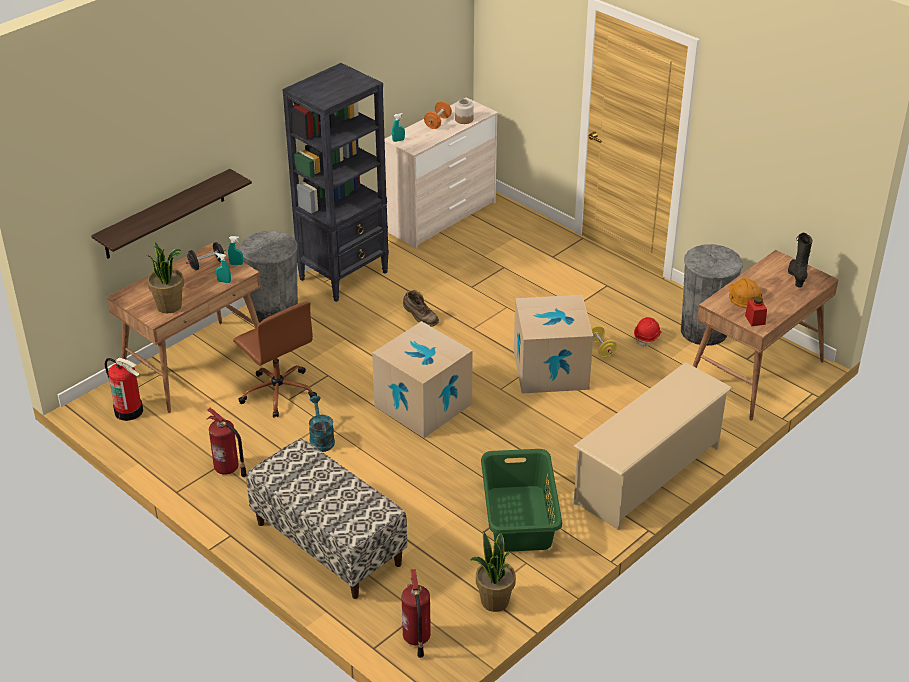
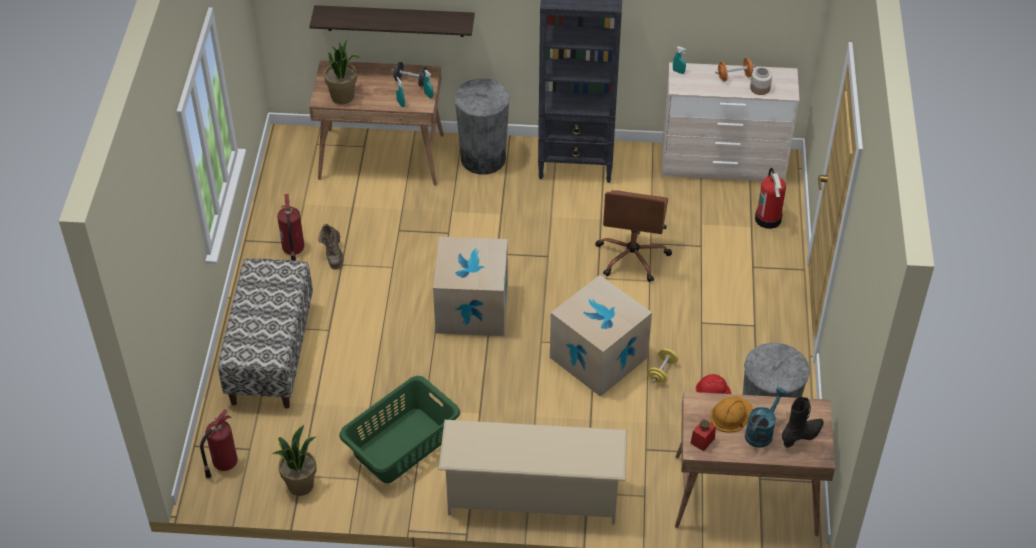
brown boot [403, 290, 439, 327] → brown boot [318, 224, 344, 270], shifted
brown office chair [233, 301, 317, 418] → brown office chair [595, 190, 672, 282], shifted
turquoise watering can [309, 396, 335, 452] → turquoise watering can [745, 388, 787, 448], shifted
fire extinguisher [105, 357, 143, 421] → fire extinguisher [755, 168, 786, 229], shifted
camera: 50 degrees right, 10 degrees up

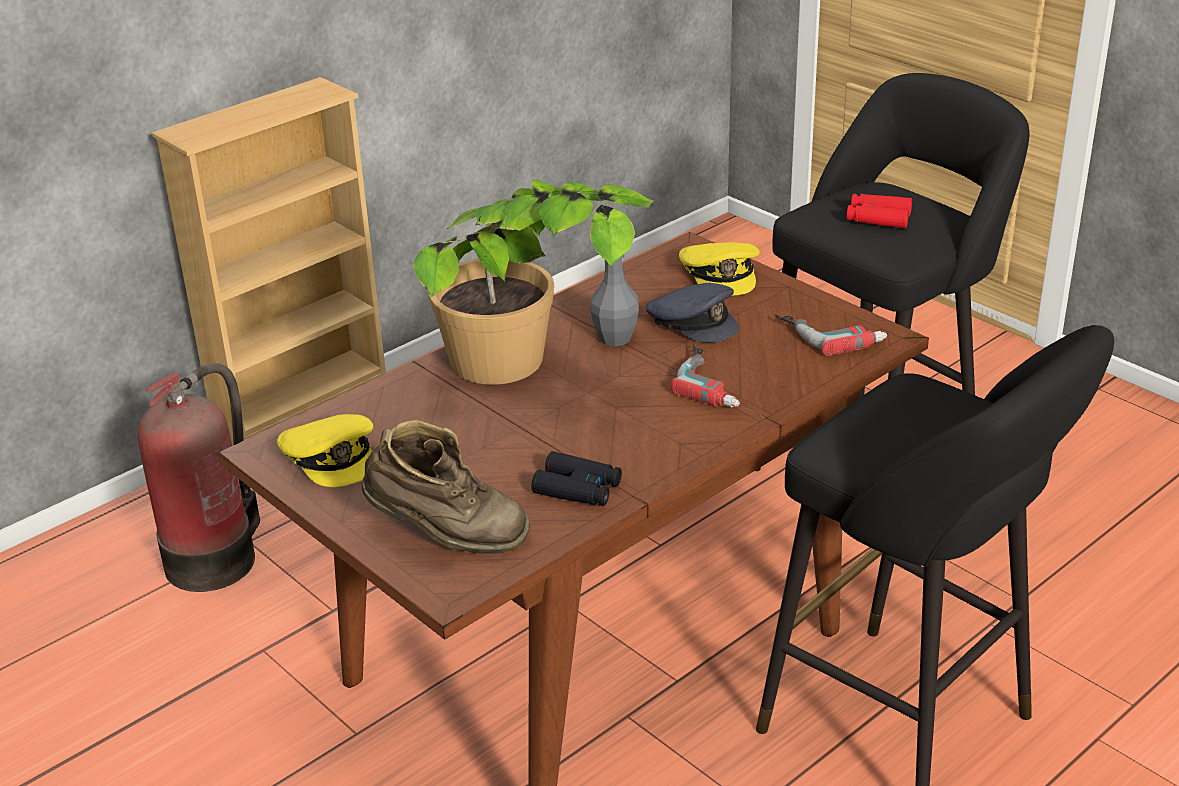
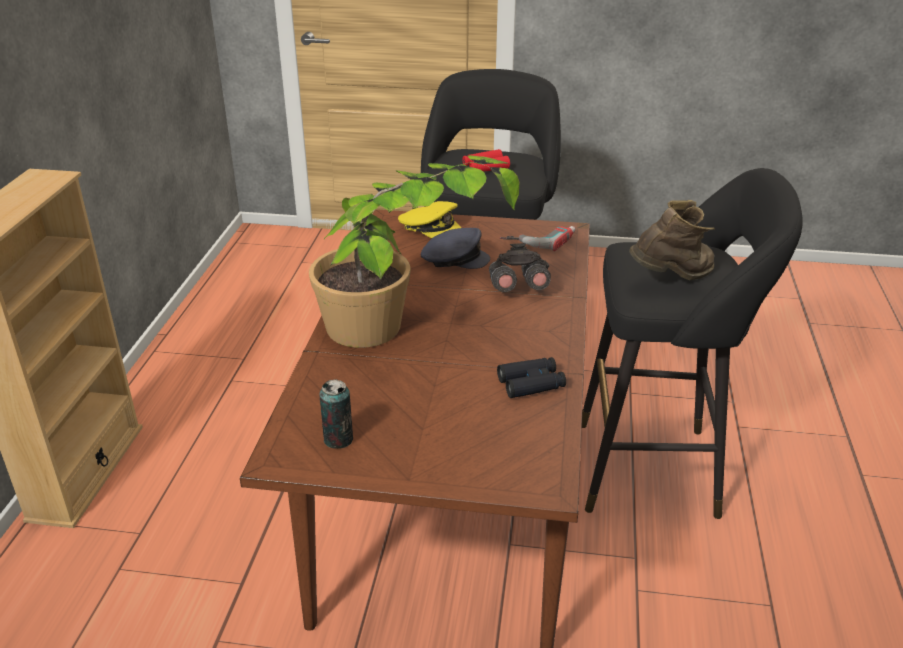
yellow cap [277, 414, 373, 487] → can [319, 379, 353, 449]
power drill [670, 343, 740, 408] → grey binoculars [489, 243, 551, 292]
brown boot [362, 420, 530, 554] → brown boot [629, 200, 715, 280], shifted
fire extinguisher [138, 363, 260, 592] → -
grey bottle [590, 254, 639, 346] → -
camera: 40 degrees left, 0 degrees up

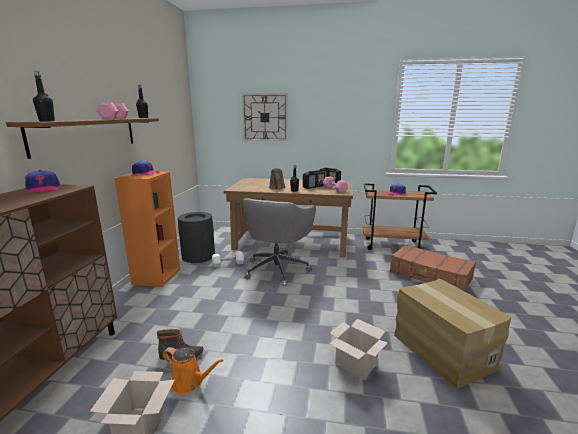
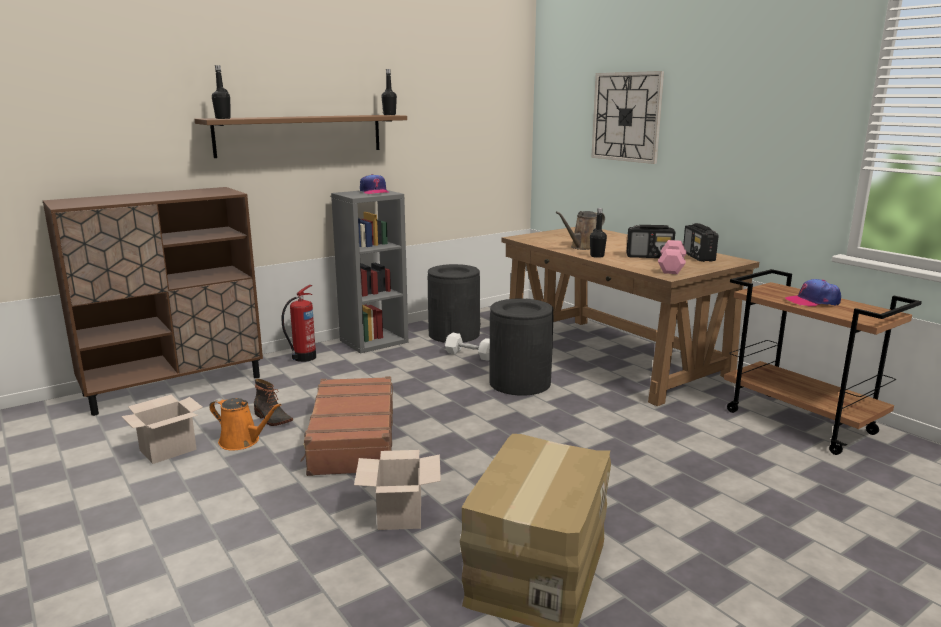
orange watering can [163, 347, 224, 394] → orange watering can [209, 398, 281, 450], 45 degrees counterclockwise
- → fire extinguisher [282, 285, 316, 362]
brown suitcase [390, 244, 476, 291] → brown suitcase [301, 376, 393, 476], shifted
orange bookcase [114, 171, 180, 287] → grey bookcase [331, 190, 408, 354]
grey office chair [242, 198, 316, 286] → black trash can [489, 299, 554, 396]
cap [25, 170, 60, 193] → -
pink dumbbell [97, 102, 129, 119] → -
camera: 45 degrees right, 0 degrees up

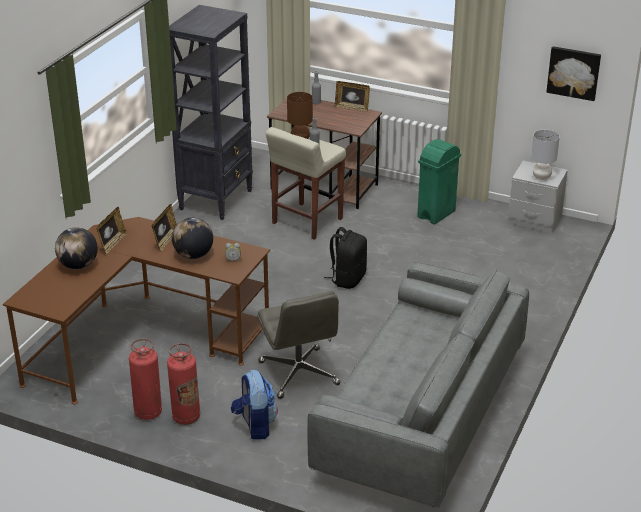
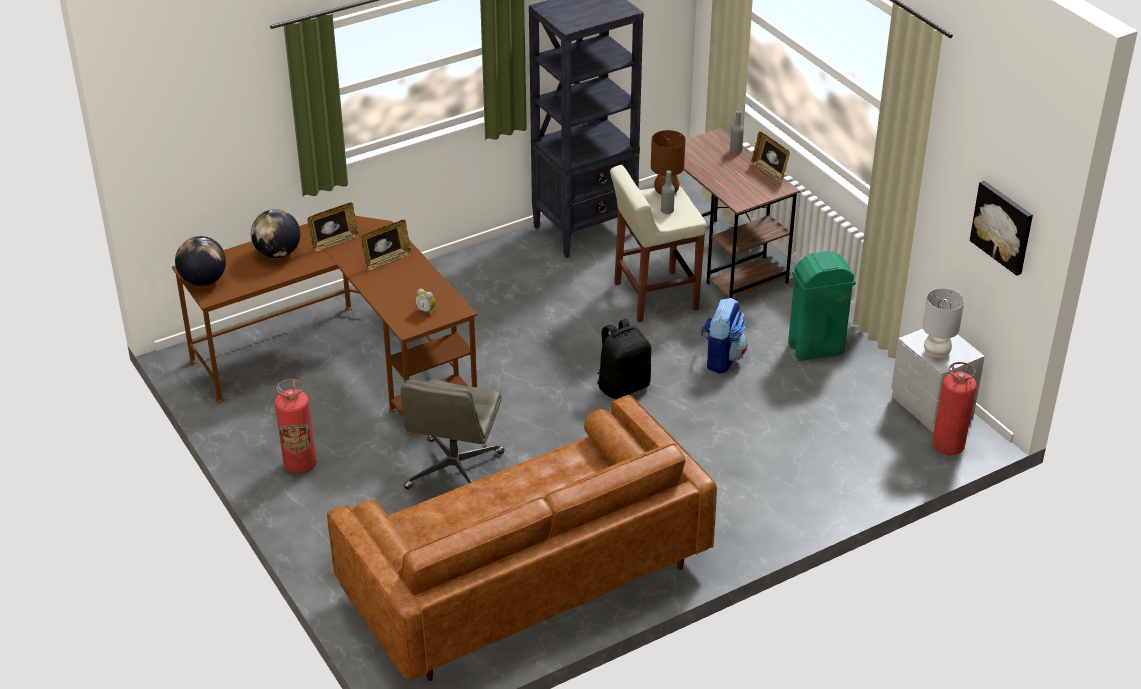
globe [172, 218, 213, 259] → globe [175, 236, 226, 286], shifted
grey sofa [307, 262, 529, 508] → brown sofa [327, 395, 717, 681]
backpack [231, 370, 278, 440] → backpack [701, 298, 748, 374], shifted
fire extinguisher [129, 339, 162, 420] → fire extinguisher [932, 362, 977, 455], shifted
camera: 35 degrees right, 5 degrees up

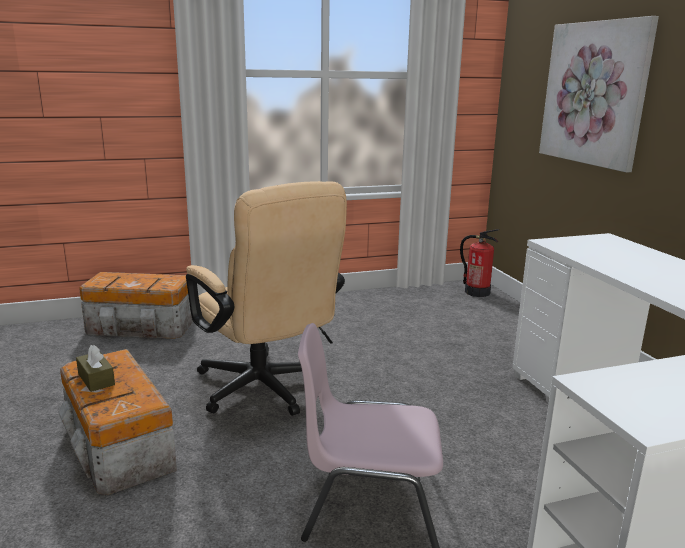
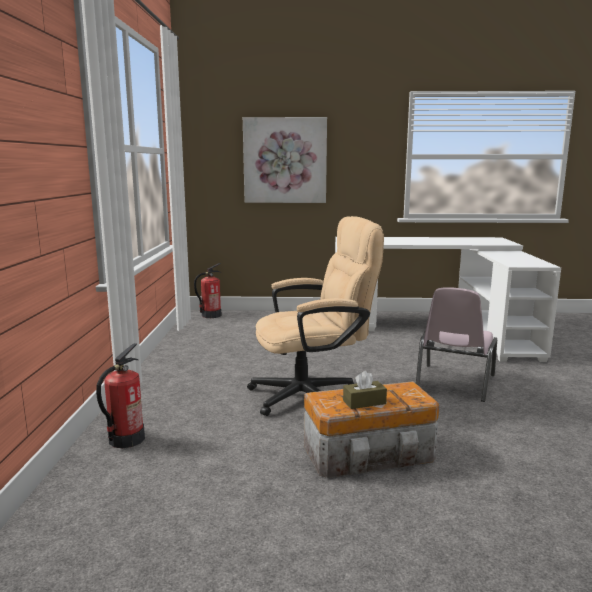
storage box [79, 272, 193, 339] → fire extinguisher [96, 343, 145, 448]
camera: 70 degrees left, 5 degrees down

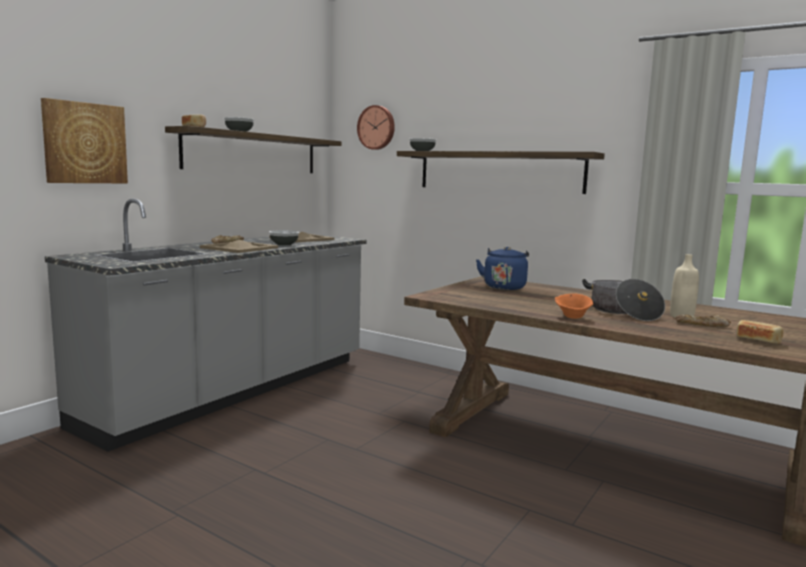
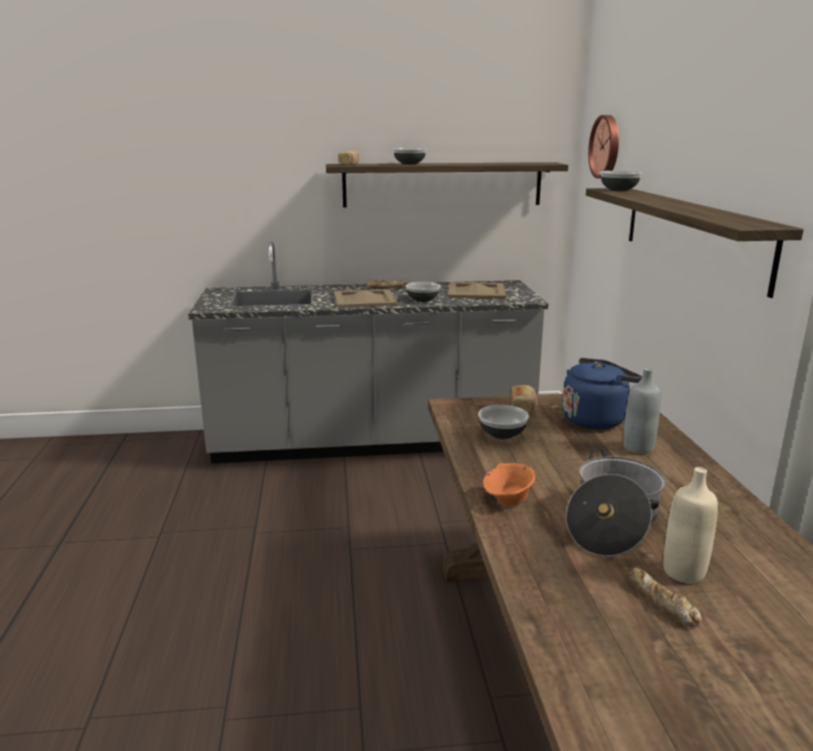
- → bowl [478, 405, 529, 439]
bread [736, 320, 784, 344] → bread [511, 385, 537, 413], shifted
- → grey bottle [623, 368, 661, 454]
picture [41, 98, 128, 183] → -
camera: 50 degrees right, 10 degrees up

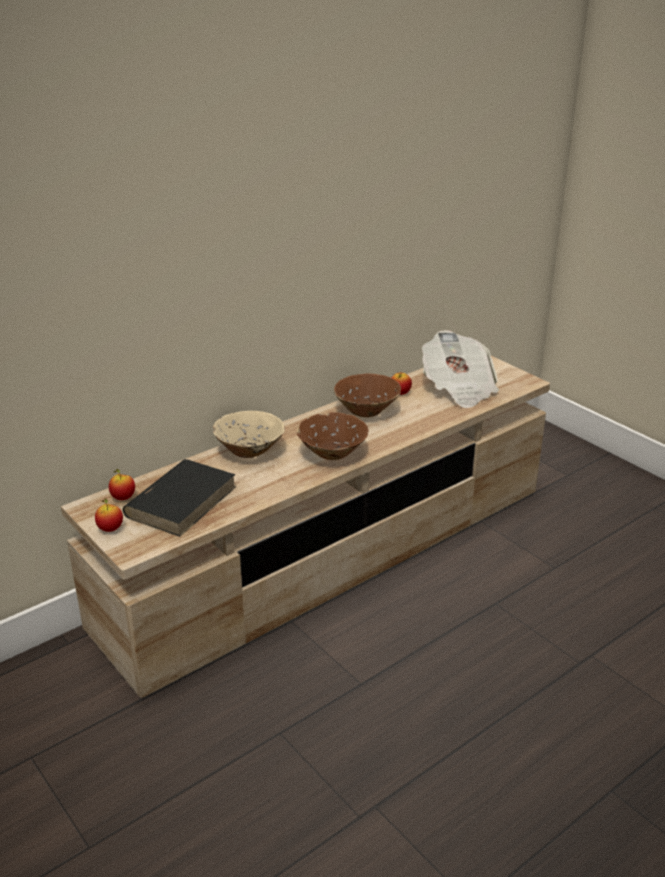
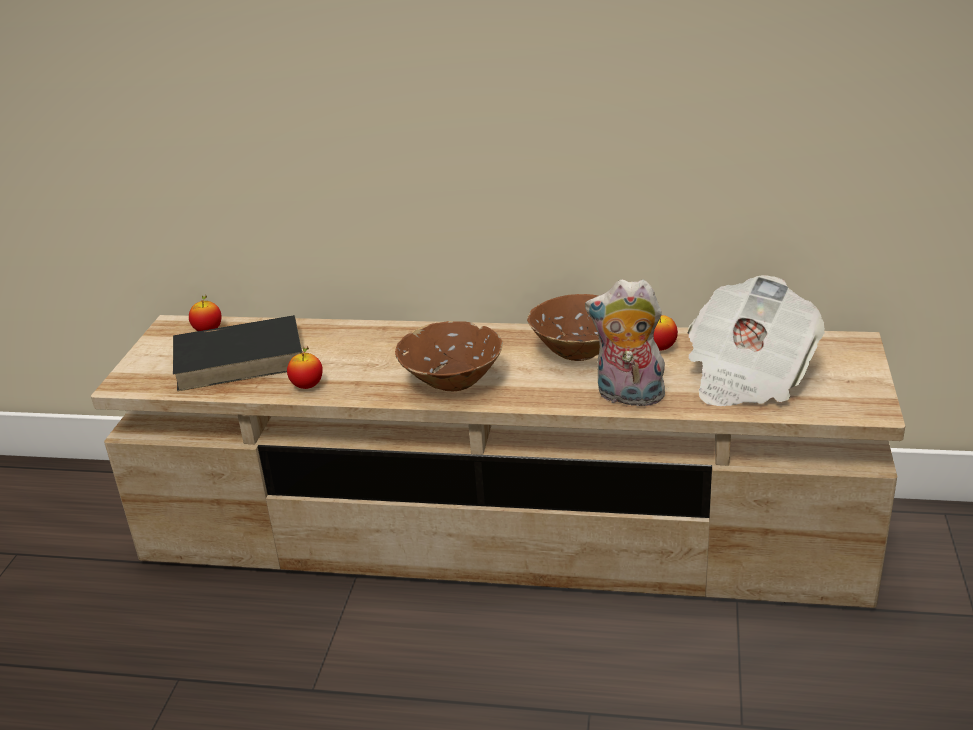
apple [95, 499, 123, 532] → apple [287, 346, 323, 389], shifted
- → plush toy [585, 279, 665, 410]
beige bowl [213, 411, 285, 458] → -
camera: 50 degrees right, 0 degrees up

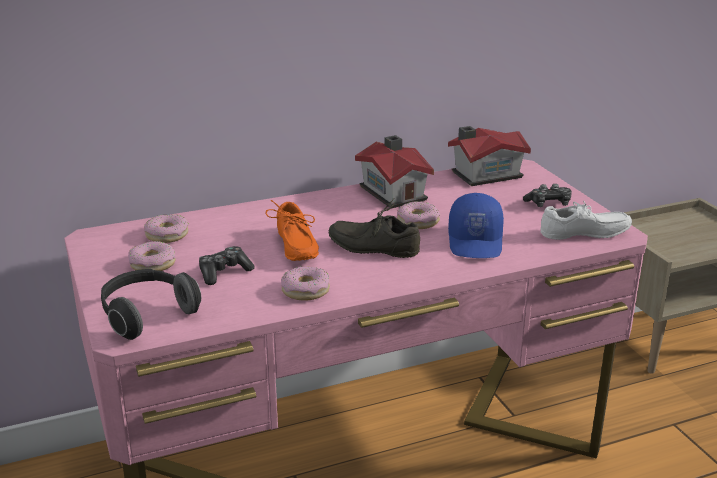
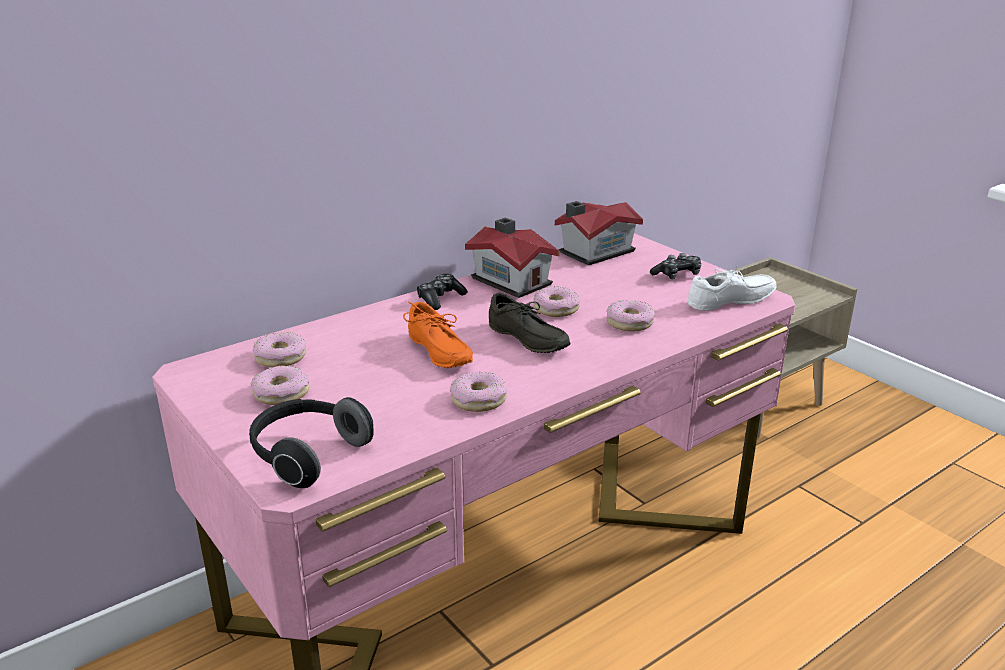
game controller [199, 246, 255, 285] → game controller [416, 274, 468, 310], shifted
grey shoe [329, 199, 420, 258] → grey shoe [489, 293, 570, 353], 135 degrees counterclockwise
blue cap [448, 193, 504, 258] → donut [606, 300, 655, 331]
camera: 15 degrees left, 0 degrees up

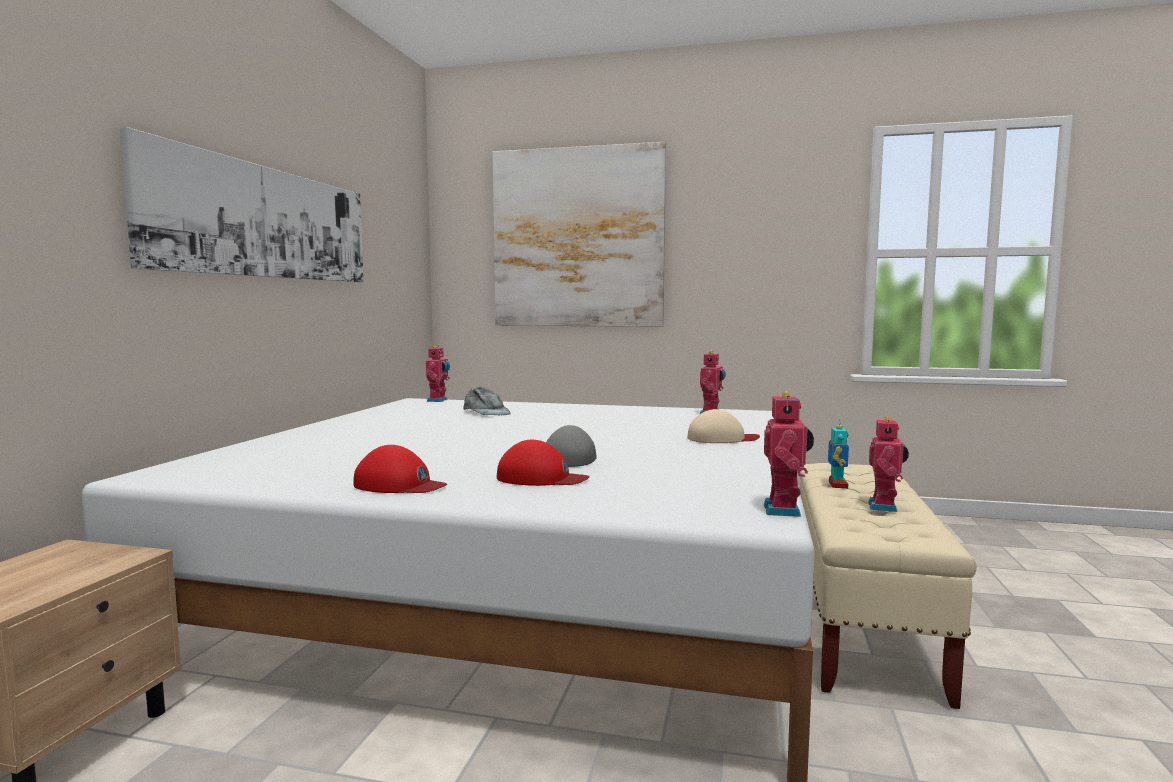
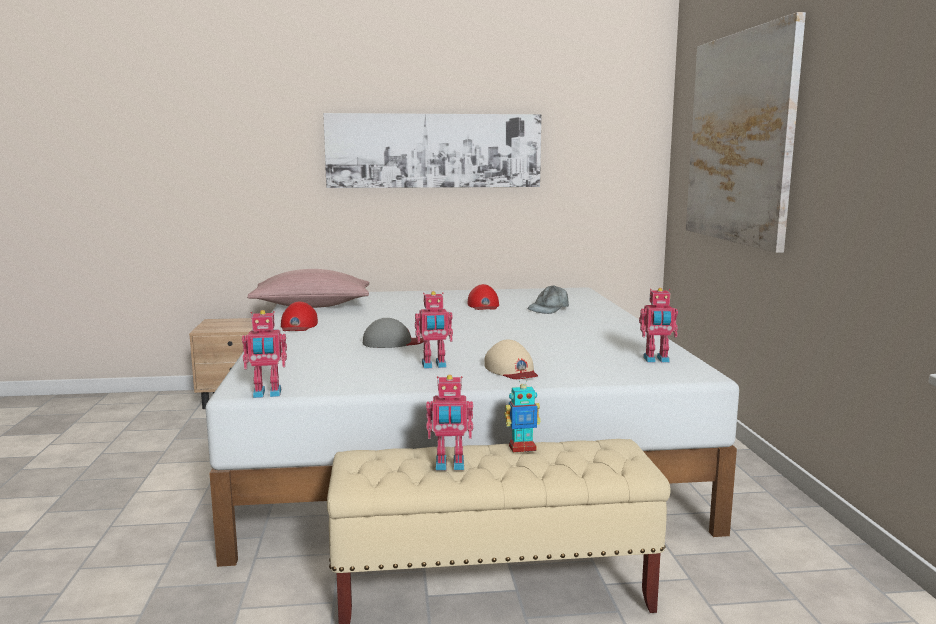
- → pink pillow [247, 269, 370, 308]
toy robot [426, 345, 450, 402] → toy robot [415, 291, 453, 369], shifted
red cap [497, 440, 590, 486] → red cap [467, 284, 499, 310], shifted
camera: 70 degrees right, 5 degrees up

